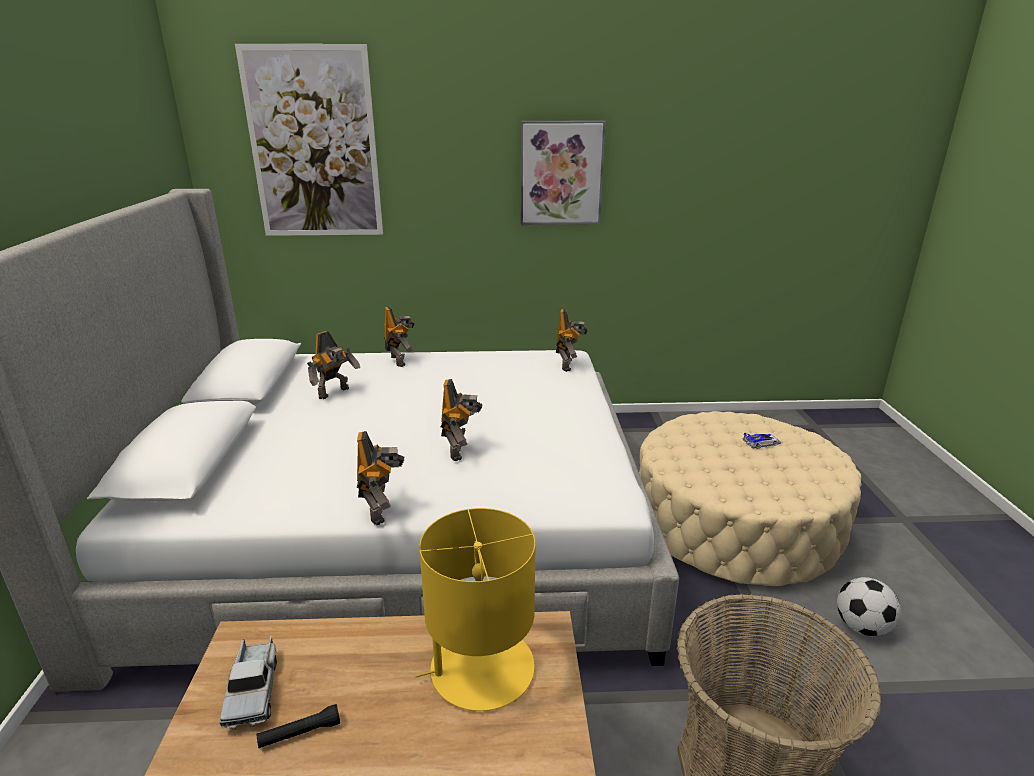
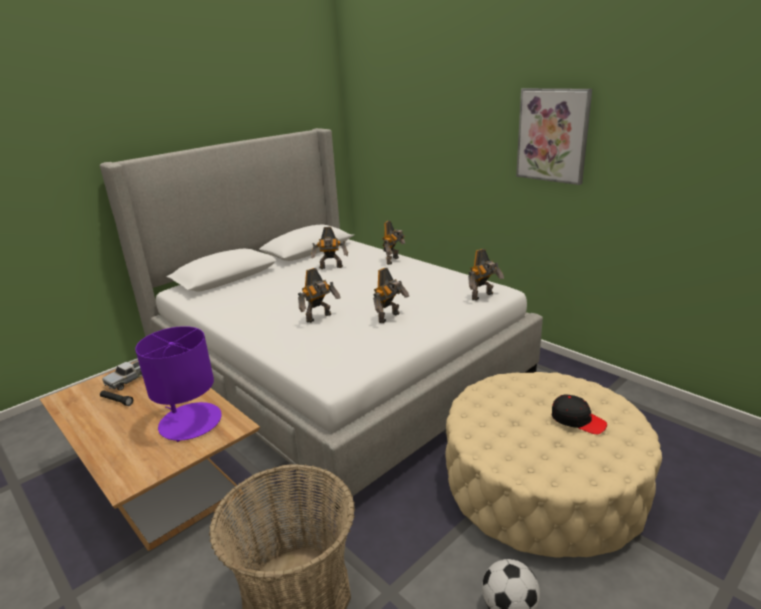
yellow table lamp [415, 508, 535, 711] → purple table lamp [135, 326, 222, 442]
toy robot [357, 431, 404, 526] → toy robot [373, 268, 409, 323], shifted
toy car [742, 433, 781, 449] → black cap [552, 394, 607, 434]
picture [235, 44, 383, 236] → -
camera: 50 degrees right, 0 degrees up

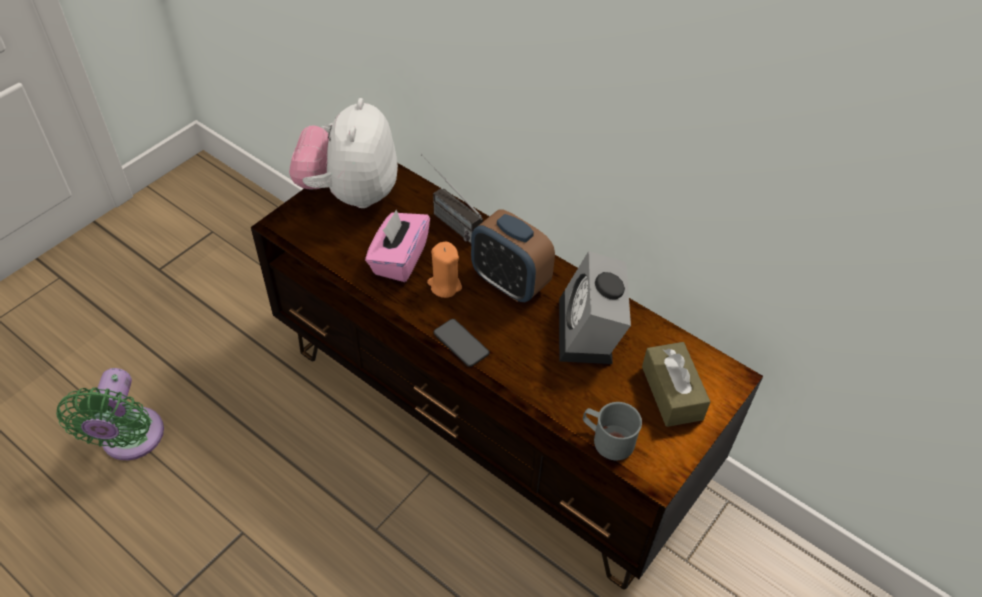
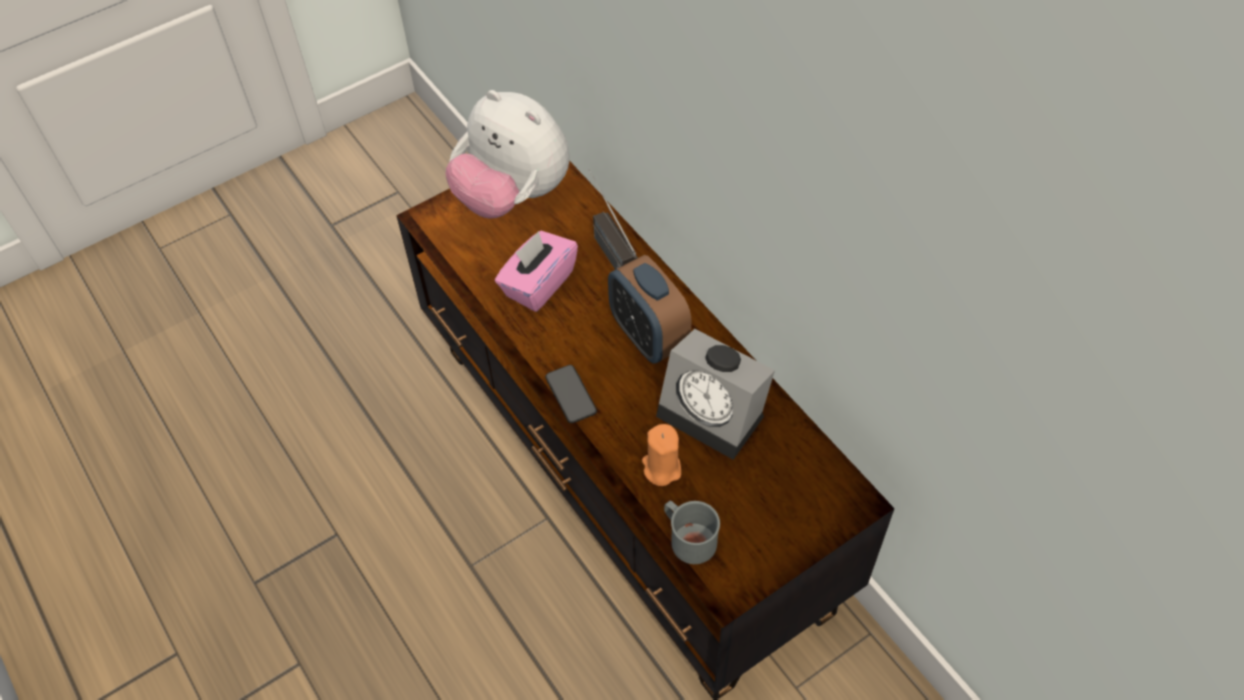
plush toy [289, 98, 398, 208] → plush toy [446, 90, 569, 219], 75 degrees counterclockwise
orange candle [427, 242, 462, 298] → orange candle [642, 424, 681, 486], shifted
alarm clock [559, 251, 631, 364] → alarm clock [656, 329, 775, 460], 75 degrees counterclockwise
green fan [56, 368, 164, 460] → -
brown tissue box [642, 342, 710, 427] → -
camera: 20 degrees right, 5 degrees up

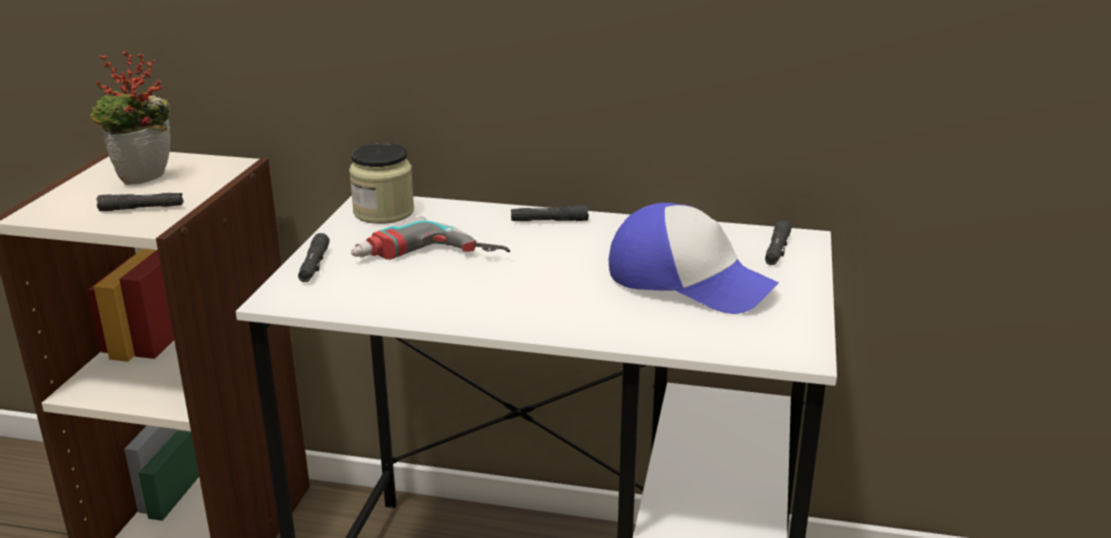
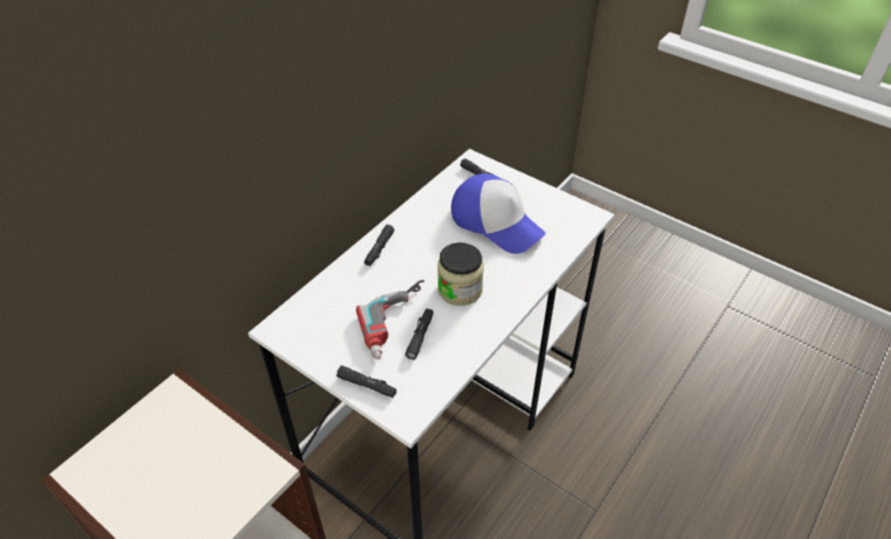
black flashlight [97, 193, 183, 211] → black flashlight [405, 308, 433, 360], shifted
jar [349, 143, 414, 224] → jar [437, 243, 484, 306], shifted
cap [609, 203, 779, 314] → cap [451, 173, 546, 254], 75 degrees clockwise
potted plant [90, 49, 171, 185] → -
camera: 65 degrees left, 20 degrees up

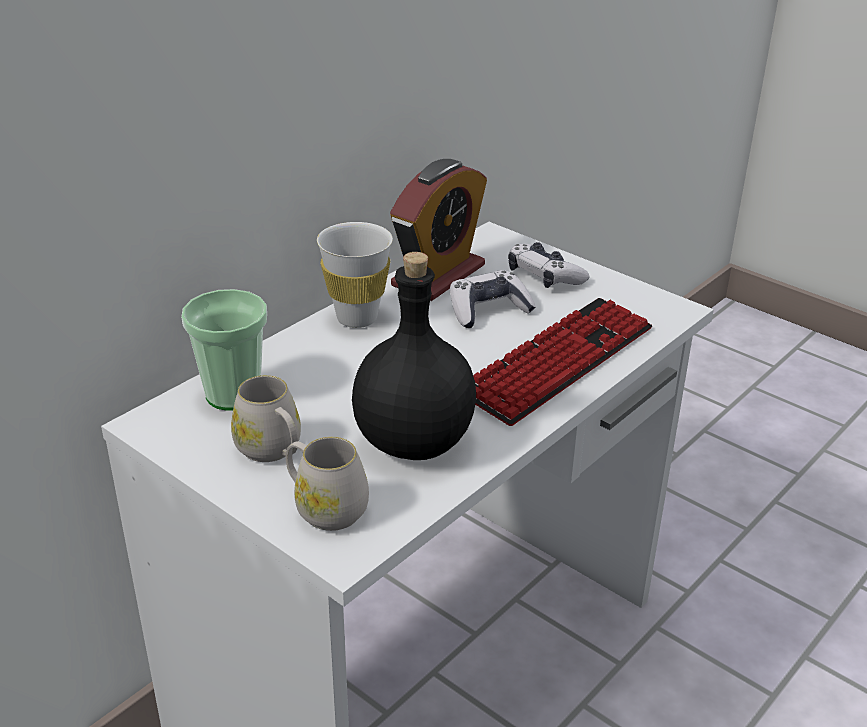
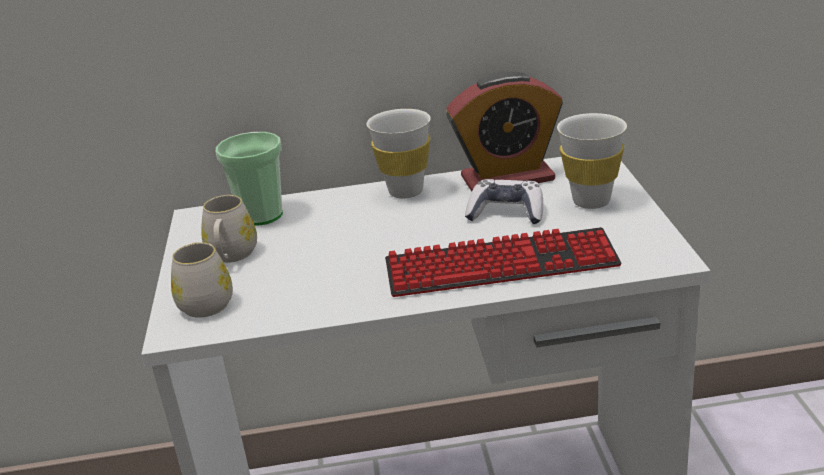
game controller [508, 242, 590, 288] → white cup [557, 113, 627, 209]
black bottle [352, 252, 476, 460] → -
camera: 45 degrees right, 5 degrees down

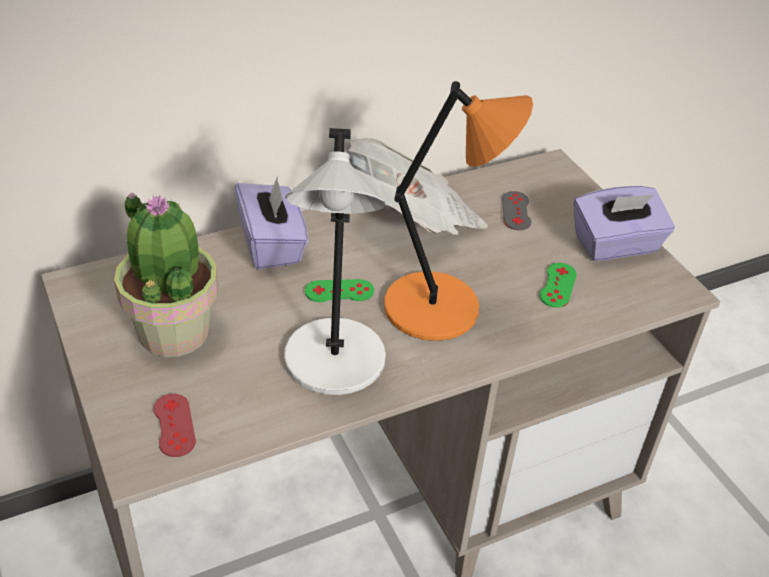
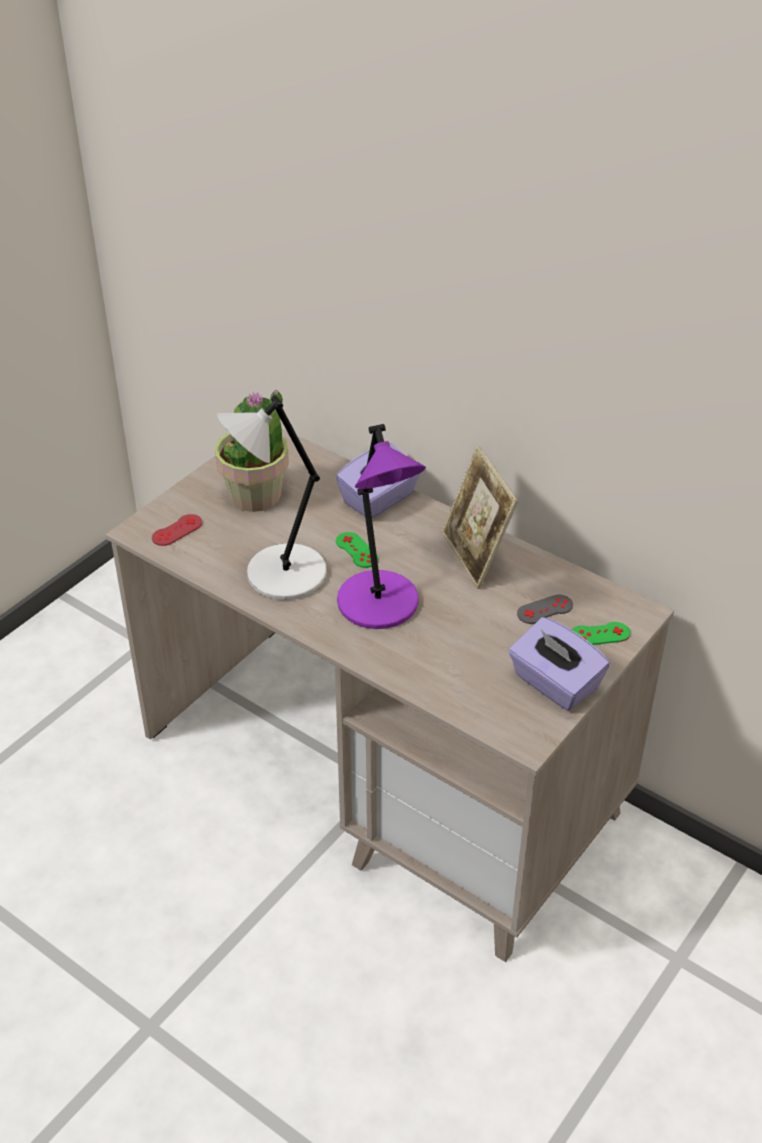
orange table lamp [384, 81, 533, 341] → purple table lamp [337, 424, 426, 629]
newspaper [345, 138, 488, 235] → picture frame [442, 446, 518, 589]
green game controller [540, 263, 577, 308] → green game controller [571, 622, 630, 645], shifted
camera: 65 degrees right, 0 degrees up

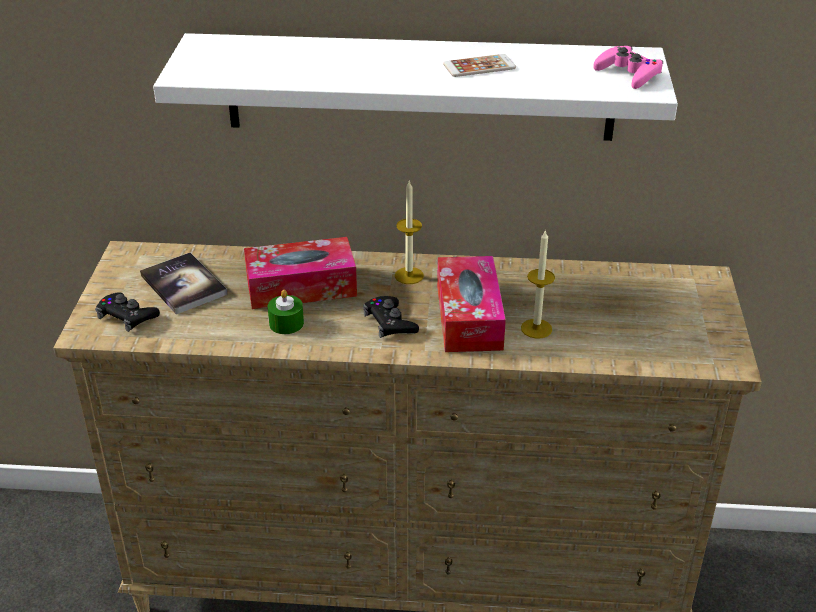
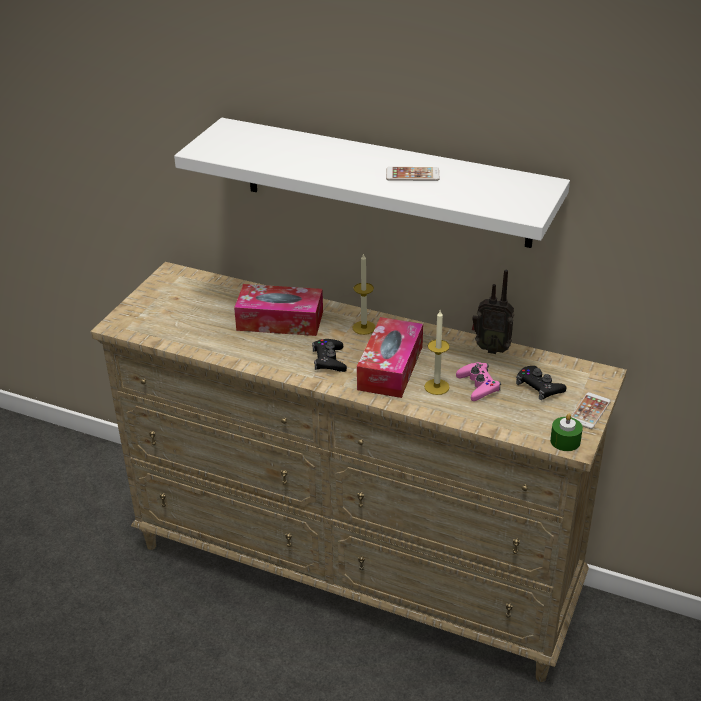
pink game controller [593, 46, 663, 89] → pink game controller [456, 362, 501, 401], shifted
- → radio [472, 270, 514, 354]
black game controller [95, 292, 160, 332] → black game controller [516, 366, 567, 400], shifted
green candle [268, 290, 304, 334] → green candle [550, 414, 583, 451], shifted
- → phone [571, 392, 611, 429]
book [140, 253, 228, 314] → -
camera: 20 degrees right, 0 degrees up

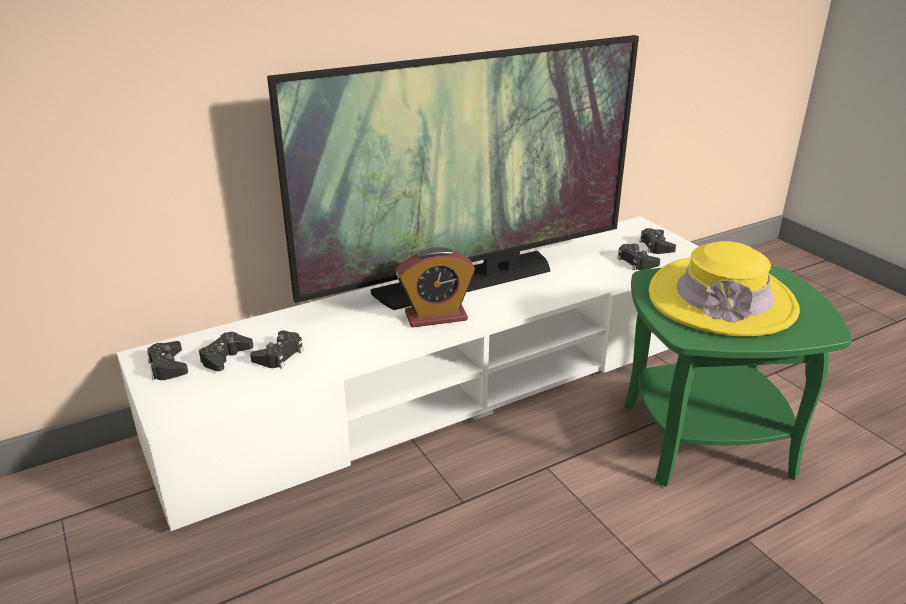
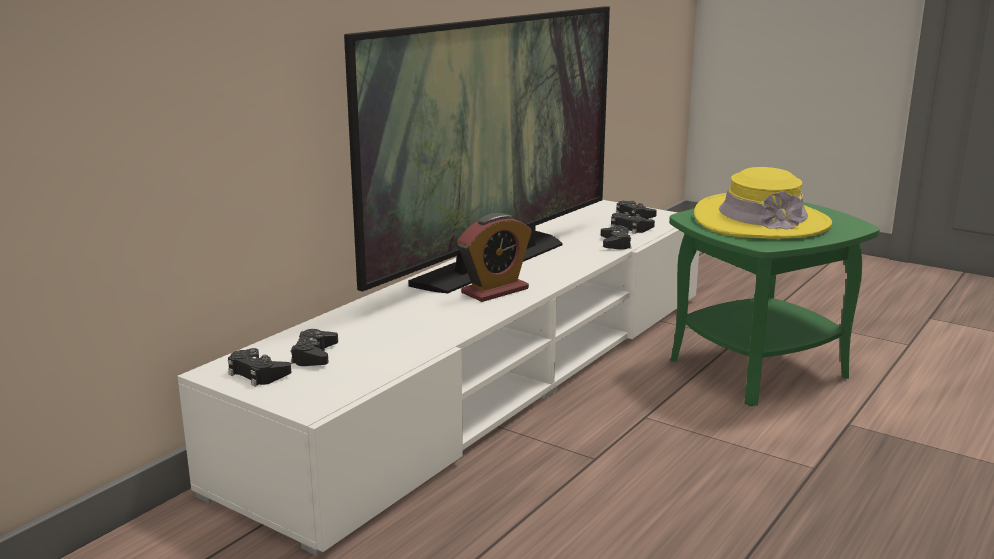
black game controller [250, 330, 304, 369] → black game controller [601, 225, 631, 250], shifted
camera: 25 degrees left, 10 degrees down

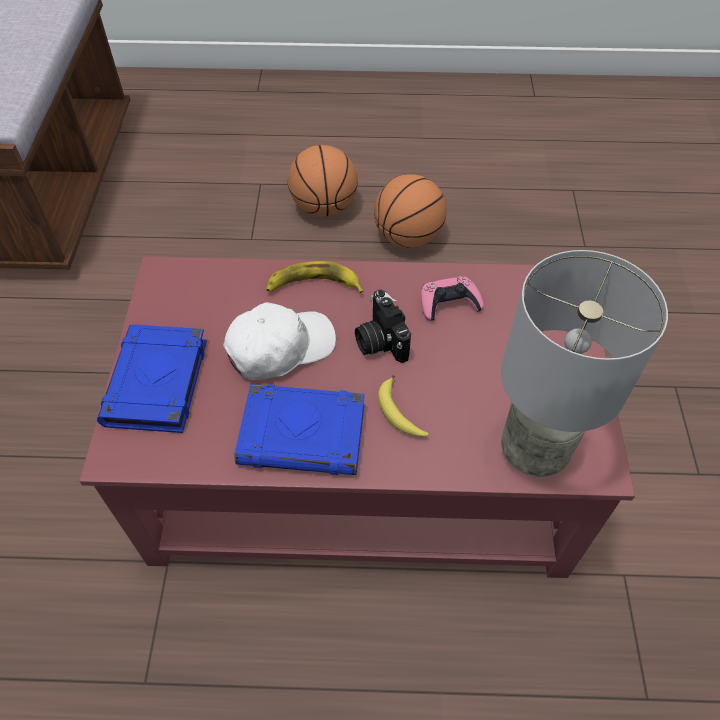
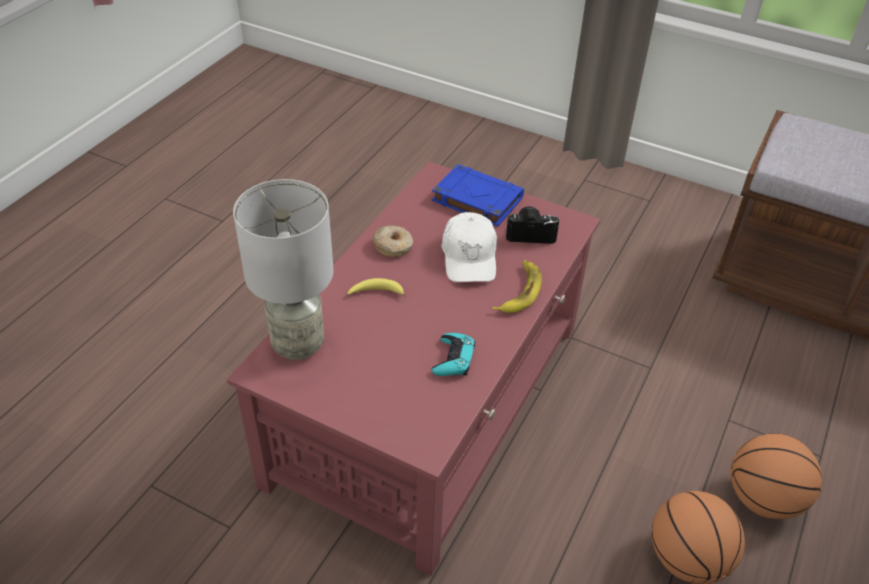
blue book [235, 384, 365, 475] → donut [372, 225, 413, 257]
pink game controller [421, 276, 484, 321] → turquoise game controller [432, 333, 475, 376]
photo camera [355, 290, 411, 363] → photo camera [506, 206, 559, 244], shifted
camera: 115 degrees right, 10 degrees down

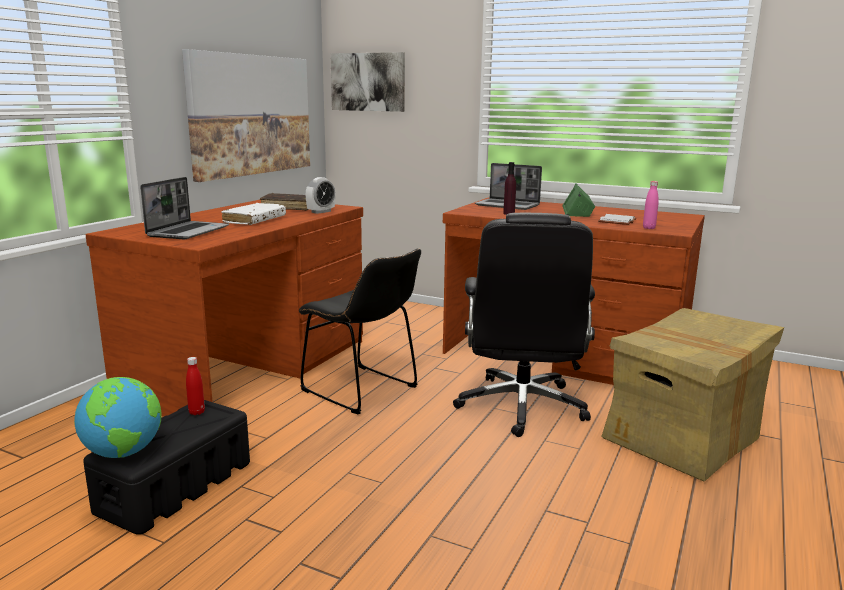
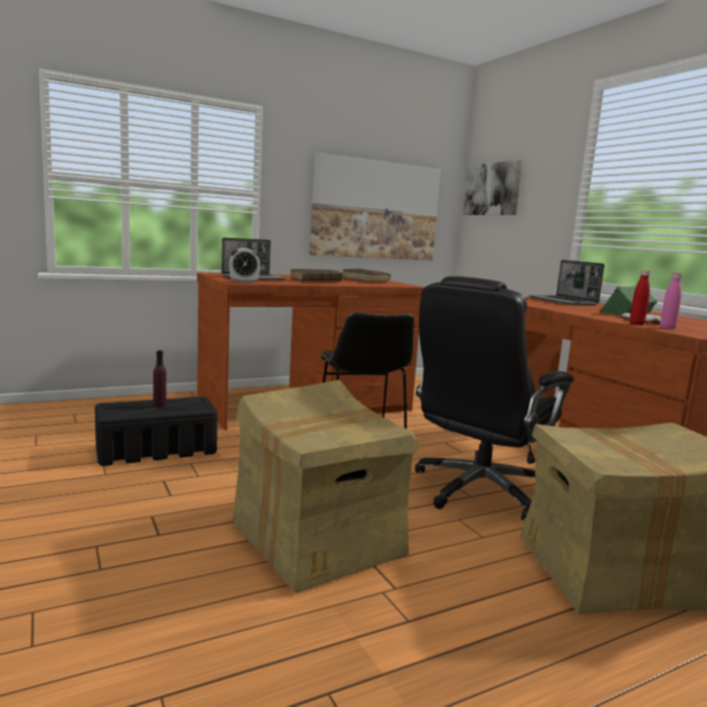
purple bottle [503, 162, 516, 215] → purple bottle [153, 350, 166, 407], shifted
alarm clock [306, 177, 335, 214] → alarm clock [229, 248, 260, 283], shifted
- → cardboard box [232, 380, 418, 593]
white book [222, 203, 286, 225] → brown book [290, 269, 343, 281]
red bottle [186, 357, 205, 415] → red bottle [630, 270, 650, 325], shifted
globe [74, 377, 162, 458] → -
camera: 35 degrees right, 5 degrees down

